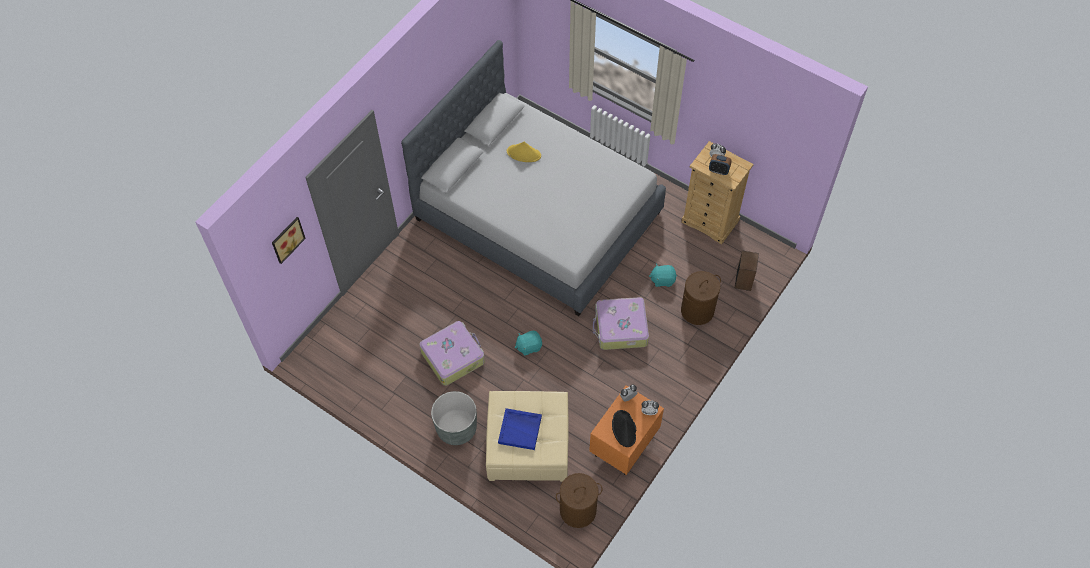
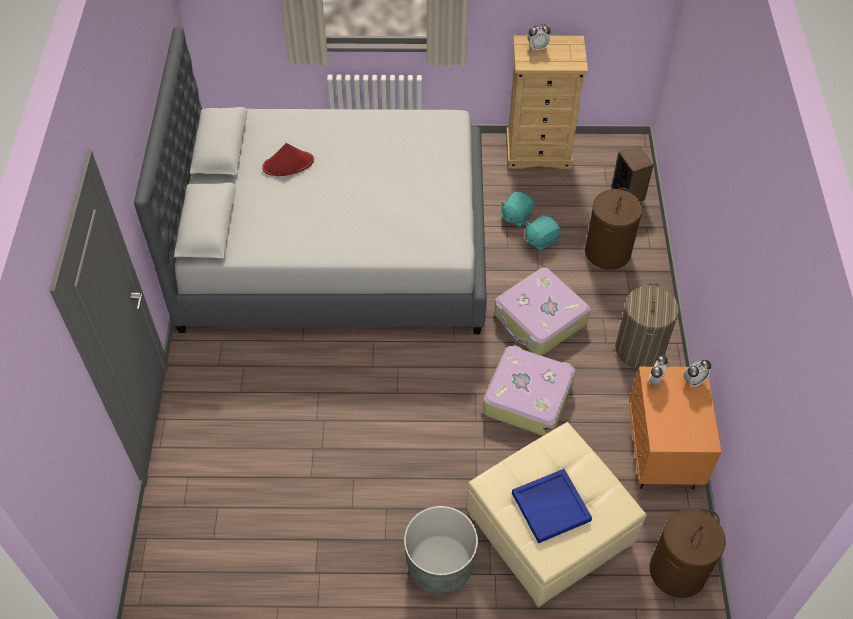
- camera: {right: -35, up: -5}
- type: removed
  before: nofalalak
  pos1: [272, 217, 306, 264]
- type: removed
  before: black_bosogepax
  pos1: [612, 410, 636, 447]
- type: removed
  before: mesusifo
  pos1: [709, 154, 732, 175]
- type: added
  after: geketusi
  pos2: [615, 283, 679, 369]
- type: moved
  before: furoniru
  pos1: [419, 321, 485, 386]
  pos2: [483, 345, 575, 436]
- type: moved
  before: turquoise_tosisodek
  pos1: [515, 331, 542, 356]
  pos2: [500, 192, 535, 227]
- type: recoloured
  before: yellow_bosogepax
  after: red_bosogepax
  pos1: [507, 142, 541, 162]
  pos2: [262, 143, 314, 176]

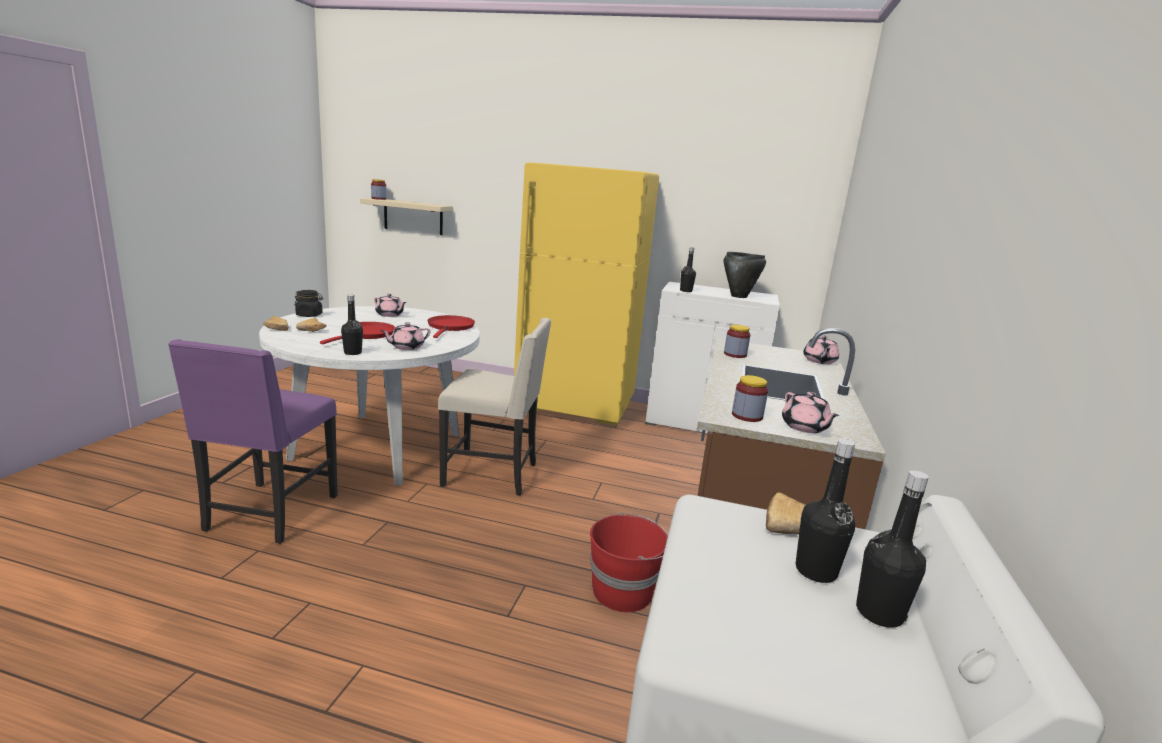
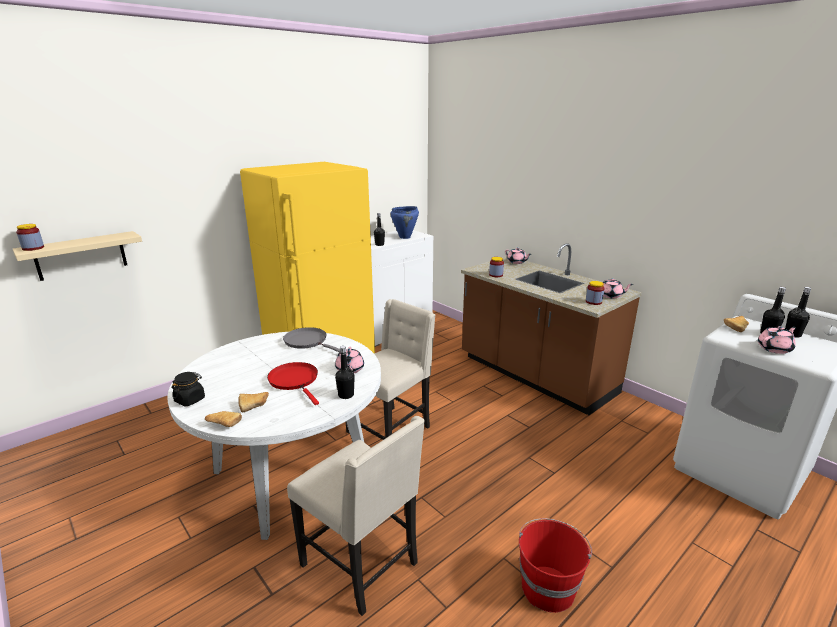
- camera: {right: -55, up: 5}
- type: moved
  before: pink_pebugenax
  pos1: [374, 294, 407, 317]
  pos2: [758, 326, 796, 354]
- type: moved
  before: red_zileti
  pos1: [590, 512, 668, 612]
  pos2: [519, 518, 592, 613]
- type: recoloured
  before: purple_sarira
  after: beige_sarira
  pos1: [168, 339, 338, 544]
  pos2: [287, 416, 425, 616]
- type: recoloured
  before: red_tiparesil
  after: grey_tiparesil
  pos1: [428, 315, 475, 338]
  pos2: [283, 327, 340, 352]
- type: recoloured
  before: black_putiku
  after: blue_putiku
  pos1: [724, 252, 766, 298]
  pos2: [390, 206, 419, 239]

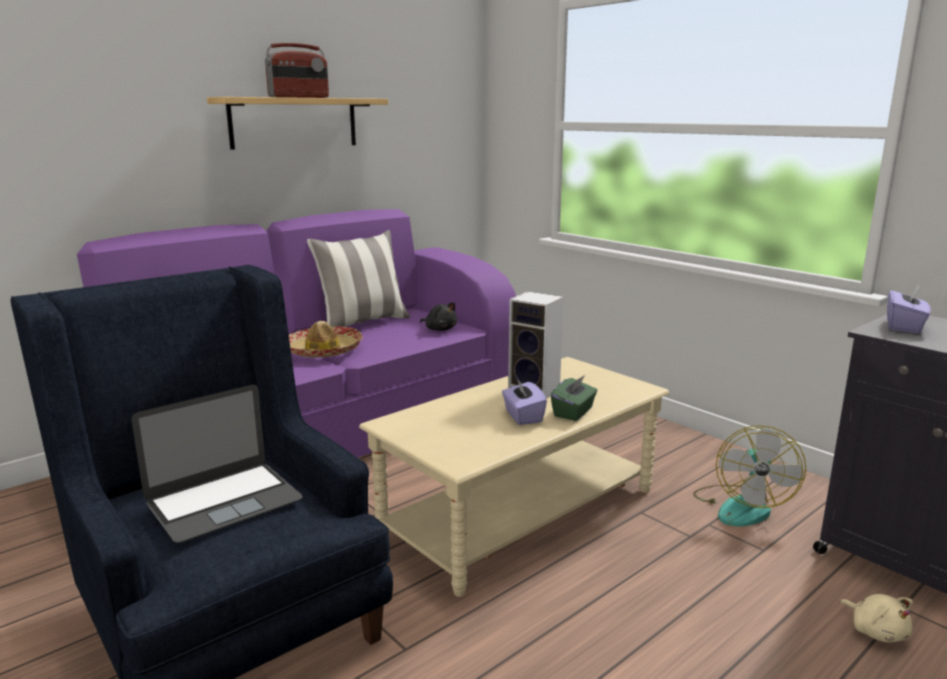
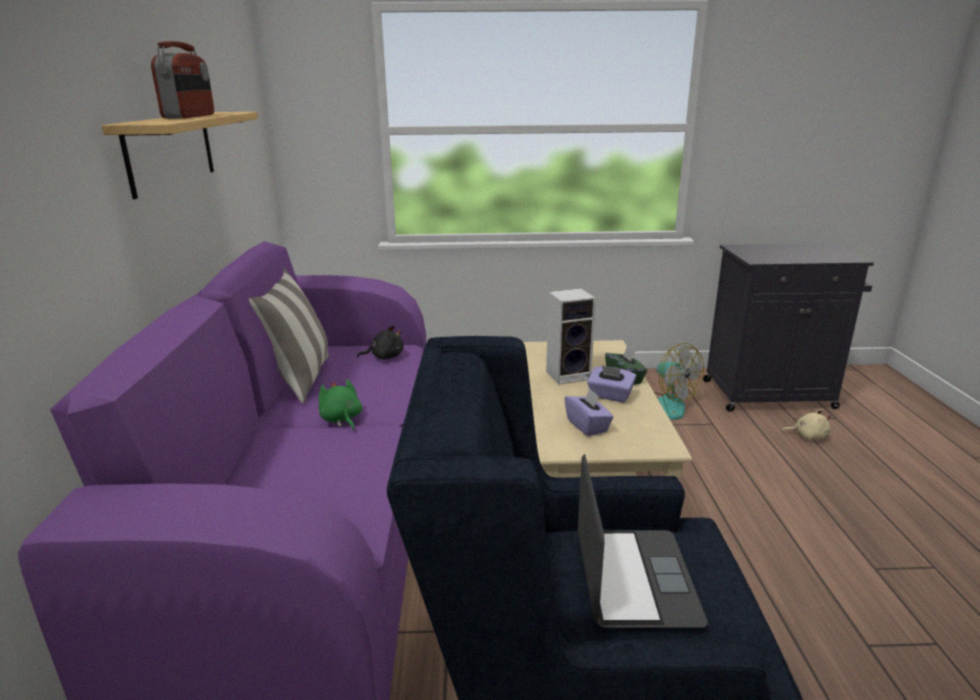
- camera: {right: -50, up: 5}
- type: moved
  before: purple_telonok
  pos1: [887, 284, 931, 333]
  pos2: [564, 388, 614, 436]
- type: replaced
  before: bosogepax
  after: green_tosisodek
  pos1: [289, 321, 363, 358]
  pos2: [319, 379, 362, 431]

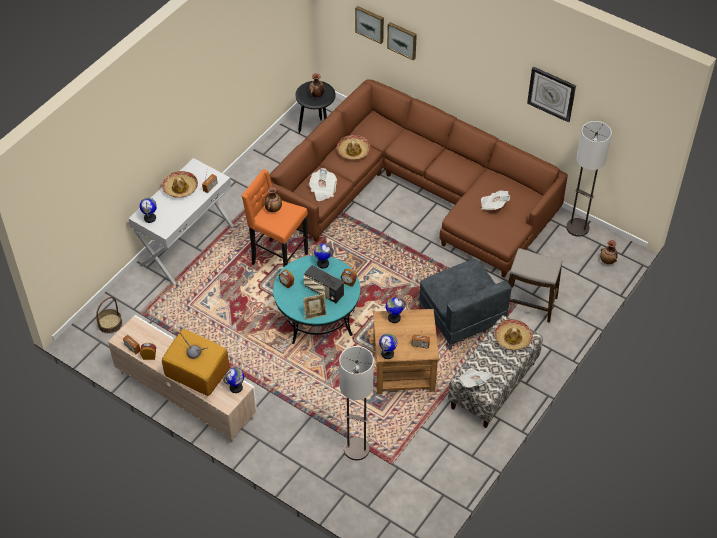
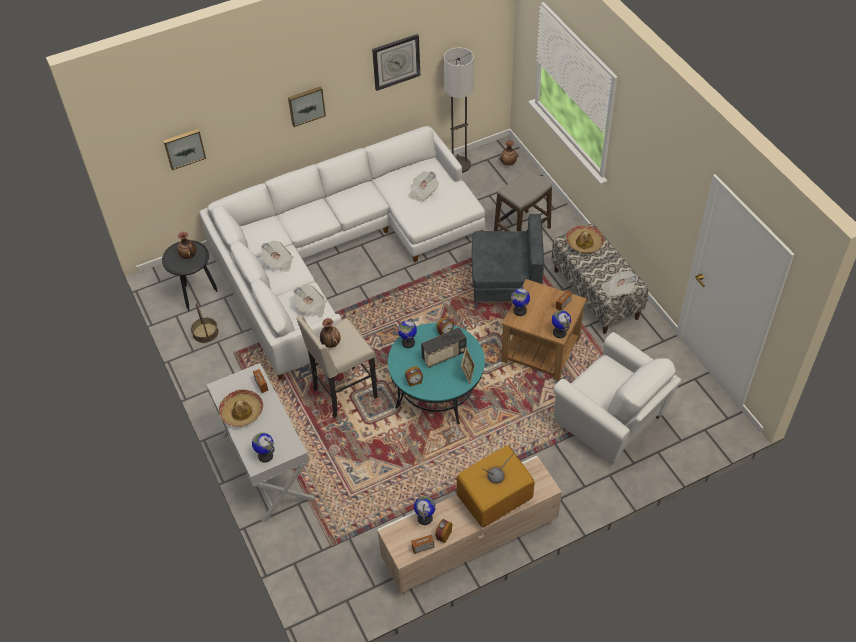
- camera: {right: -60, up: 0}
- type: moved
  before: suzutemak
  pos1: [96, 297, 122, 334]
  pos2: [191, 303, 219, 343]
- type: moved
  before: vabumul
  pos1: [223, 368, 244, 393]
  pos2: [414, 496, 436, 525]
- type: moved
  before: nofalalak
  pos1: [387, 22, 417, 60]
  pos2: [288, 86, 326, 127]
- type: replaced
  before: bosogepax
  after: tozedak
  pos1: [337, 135, 370, 160]
  pos2: [260, 241, 294, 272]
- type: replaced
  before: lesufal
  after: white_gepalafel
  pos1: [339, 346, 374, 460]
  pos2: [553, 332, 681, 465]
- type: recoloured
  before: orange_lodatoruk
  after: beige_lodatoruk
  pos1: [242, 169, 308, 267]
  pos2: [296, 315, 378, 418]
- type: recoloured
  before: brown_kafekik
  after: white_kafekik
  pos1: [269, 79, 568, 278]
  pos2: [200, 126, 485, 380]

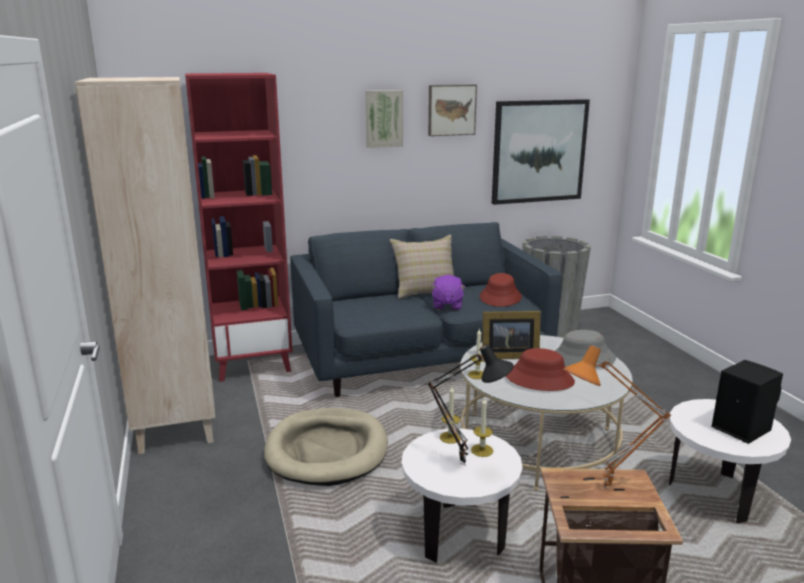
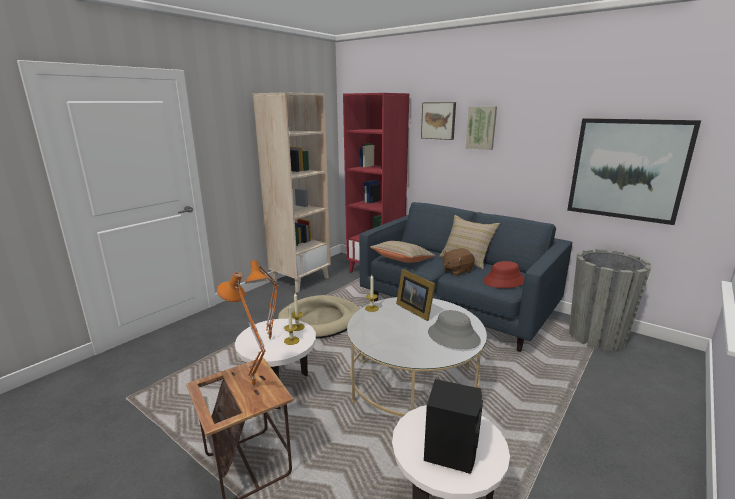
- camera: {right: 55, up: 0}
- type: removed
  before: red_bosogepax
  pos1: [506, 348, 575, 391]
- type: added
  after: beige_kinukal
  pos2: [370, 241, 436, 263]
- type: moved
  before: nofalalak
  pos1: [428, 85, 477, 136]
  pos2: [421, 102, 456, 140]
- type: recoloured
  before: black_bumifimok
  after: orange_bumifimok
  pos1: [427, 344, 514, 466]
  pos2: [245, 260, 279, 341]
- type: recoloured
  before: purple_tosisodek
  after: brown_tosisodek
  pos1: [431, 275, 465, 310]
  pos2: [443, 248, 475, 276]

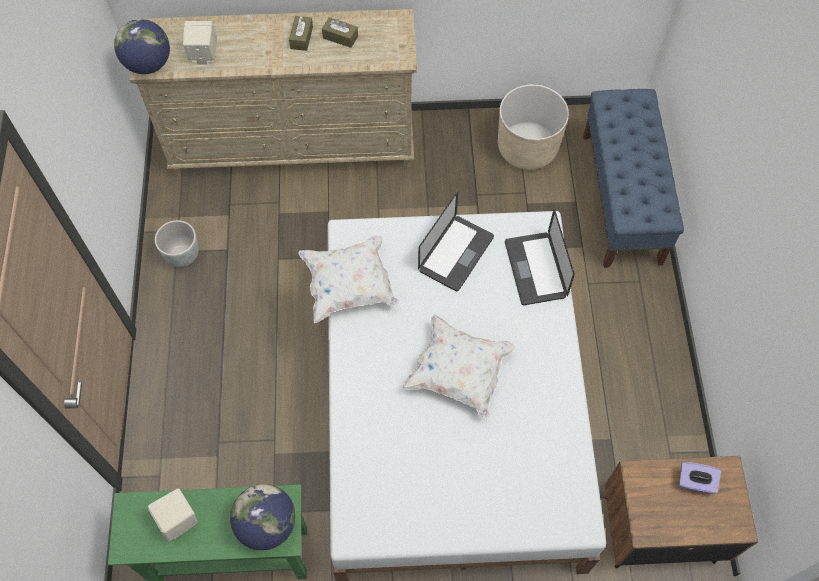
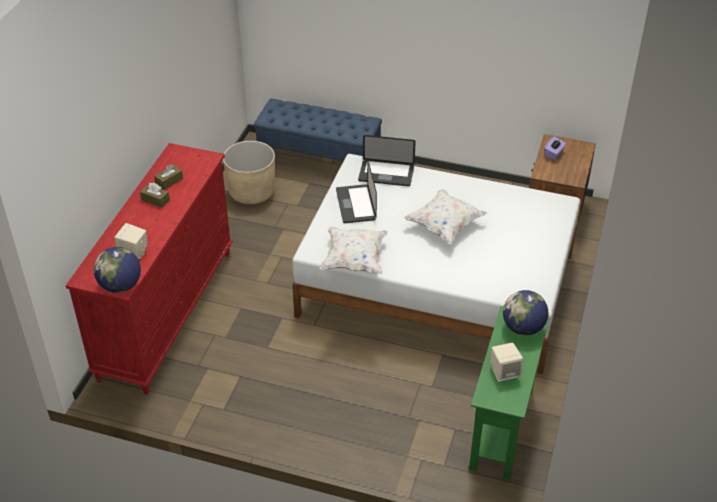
- camera: {right: -70, up: -20}
- type: removed
  before: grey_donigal
  pos1: [155, 220, 199, 267]
- type: recoloured
  before: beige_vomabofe
  after: red_vomabofe
  pos1: [129, 9, 417, 177]
  pos2: [66, 143, 233, 395]
- type: turned
  before: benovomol
  pos1: [418, 192, 494, 292]
  pos2: [336, 159, 377, 223]
  turn: -150

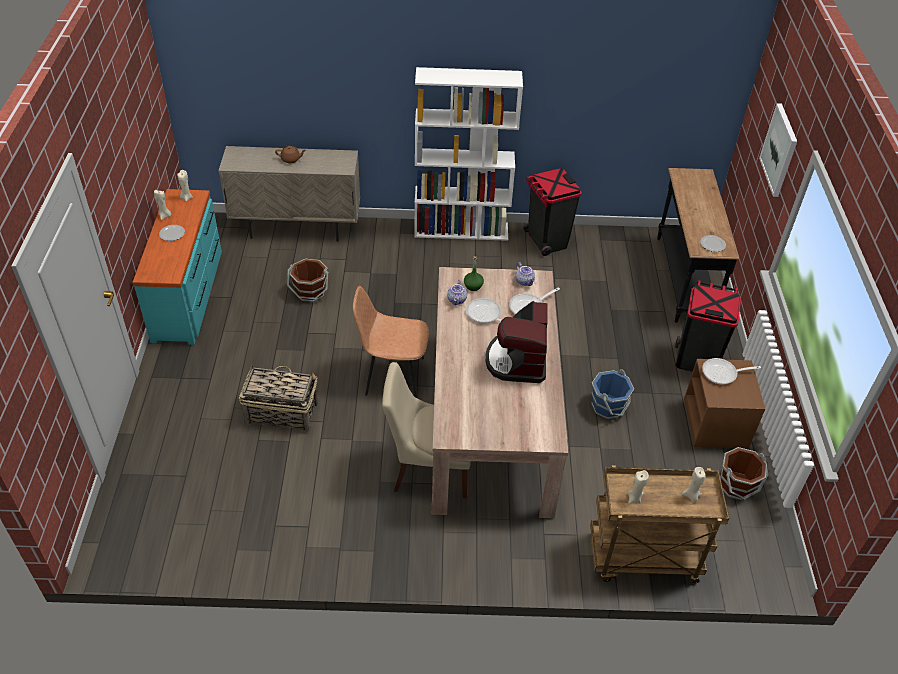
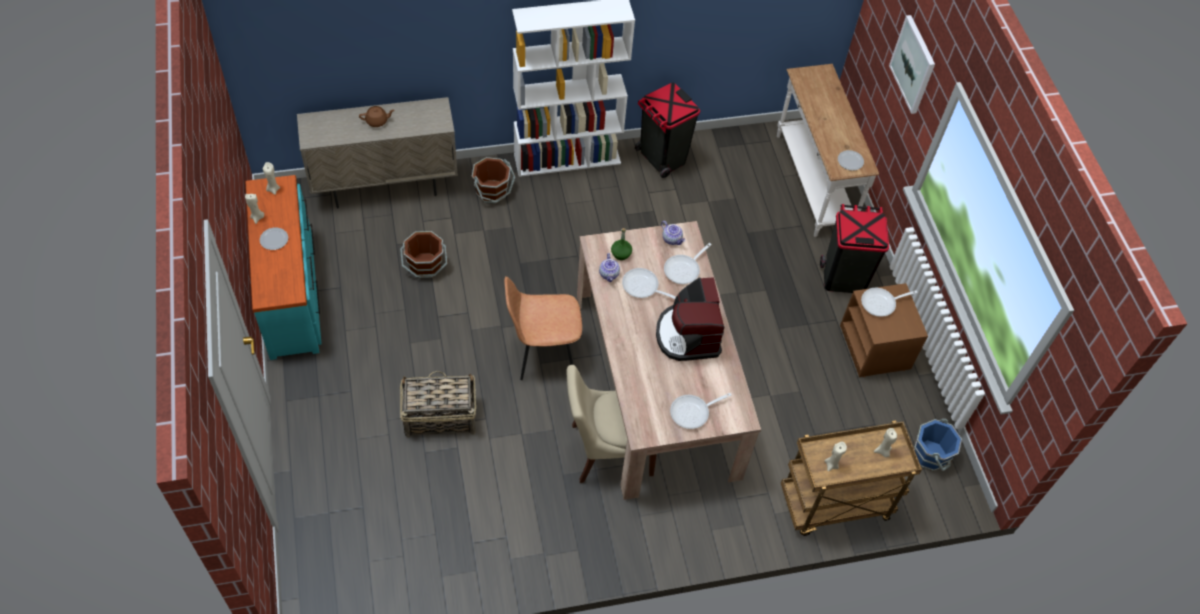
- camera: {right: -15, up: 10}
- type: added
  after: tiparesil
  pos2: [670, 393, 731, 429]
- type: moved
  before: blue_zileti
  pos1: [592, 370, 634, 419]
  pos2: [914, 419, 962, 471]
- type: moved
  before: brown_zileti
  pos1: [720, 447, 768, 500]
  pos2: [472, 157, 515, 203]
- type: recoloured
  before: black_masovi
  after: white_masovi
  pos1: [657, 168, 739, 323]
  pos2: [777, 64, 879, 237]

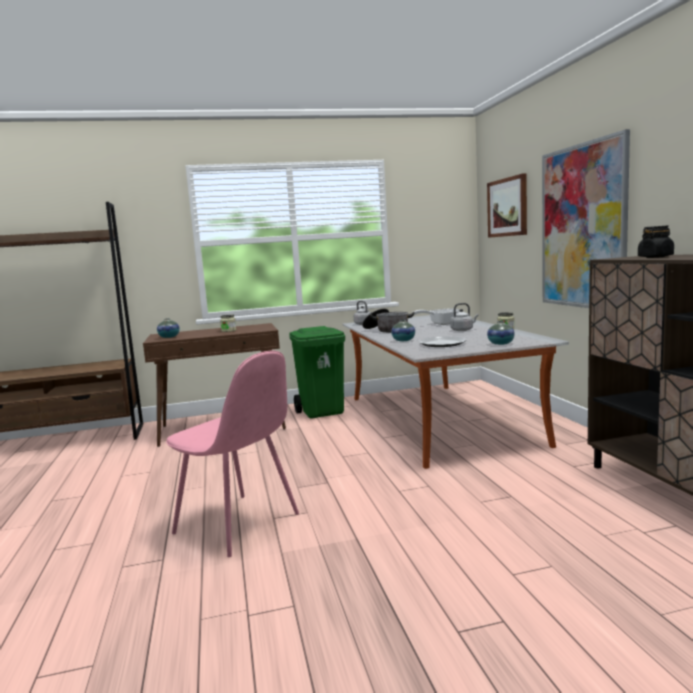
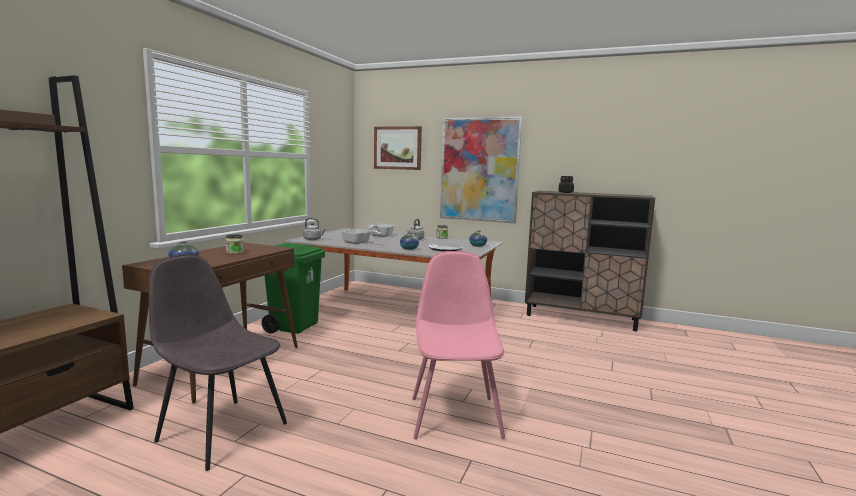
- camera: {right: -55, up: 0}
- type: added
  after: grey_sarira
  pos2: [149, 254, 287, 471]
- type: replaced
  before: putiku
  after: tiparesil
  pos1: [362, 308, 415, 333]
  pos2: [341, 229, 381, 244]
- type: turned
  before: pink_sarira
  pos1: [166, 351, 299, 557]
  pos2: [412, 251, 505, 439]
  turn: -75

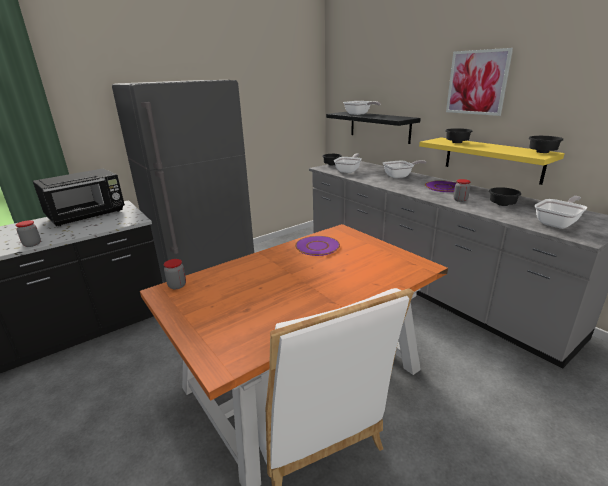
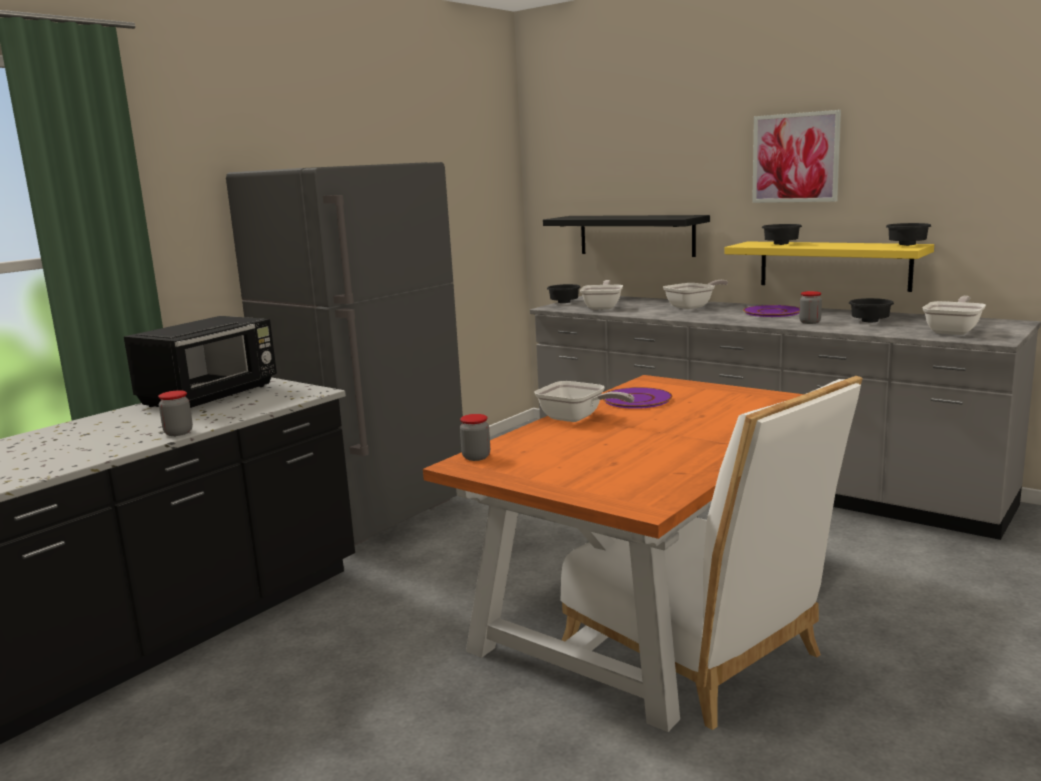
- camera: {right: -15, up: -10}
- type: moved
  before: tiparesil
  pos1: [343, 101, 381, 115]
  pos2: [535, 381, 634, 422]

